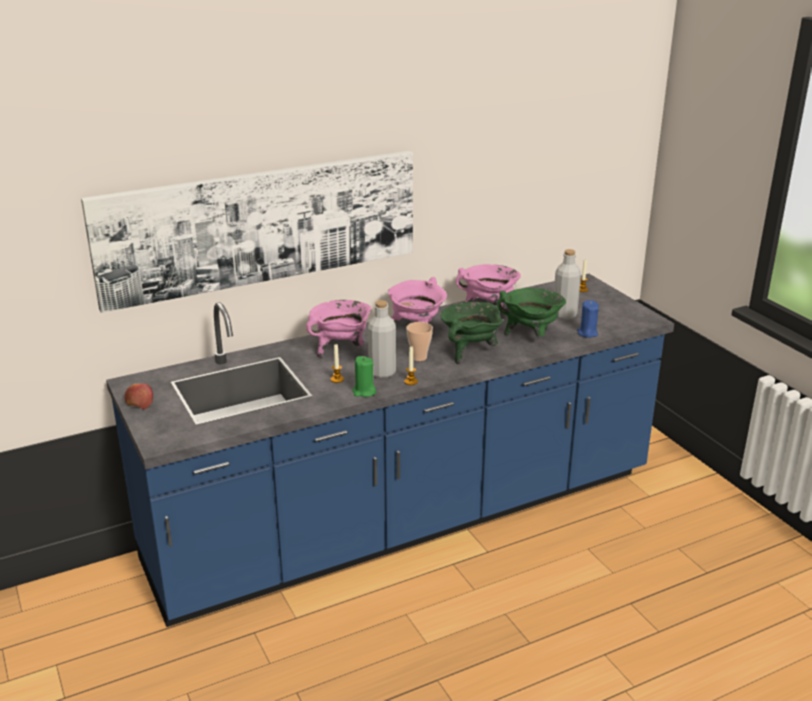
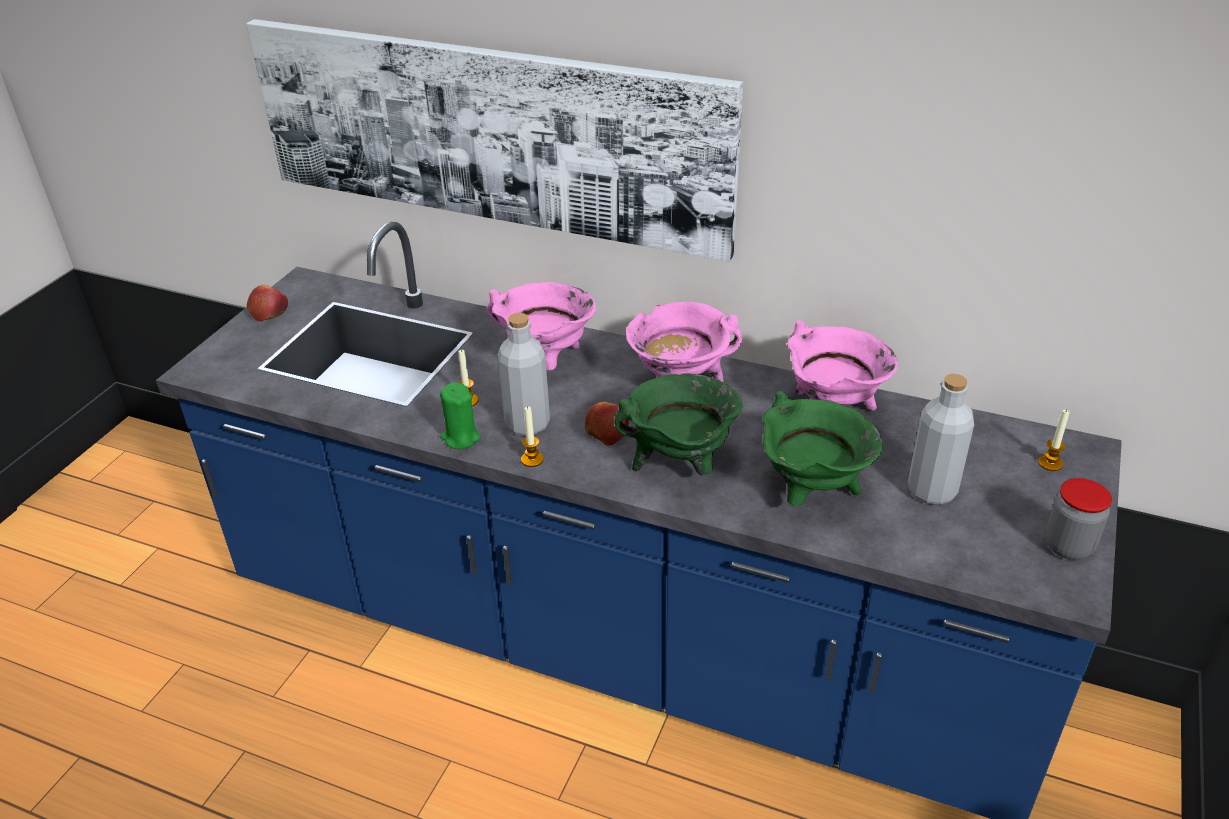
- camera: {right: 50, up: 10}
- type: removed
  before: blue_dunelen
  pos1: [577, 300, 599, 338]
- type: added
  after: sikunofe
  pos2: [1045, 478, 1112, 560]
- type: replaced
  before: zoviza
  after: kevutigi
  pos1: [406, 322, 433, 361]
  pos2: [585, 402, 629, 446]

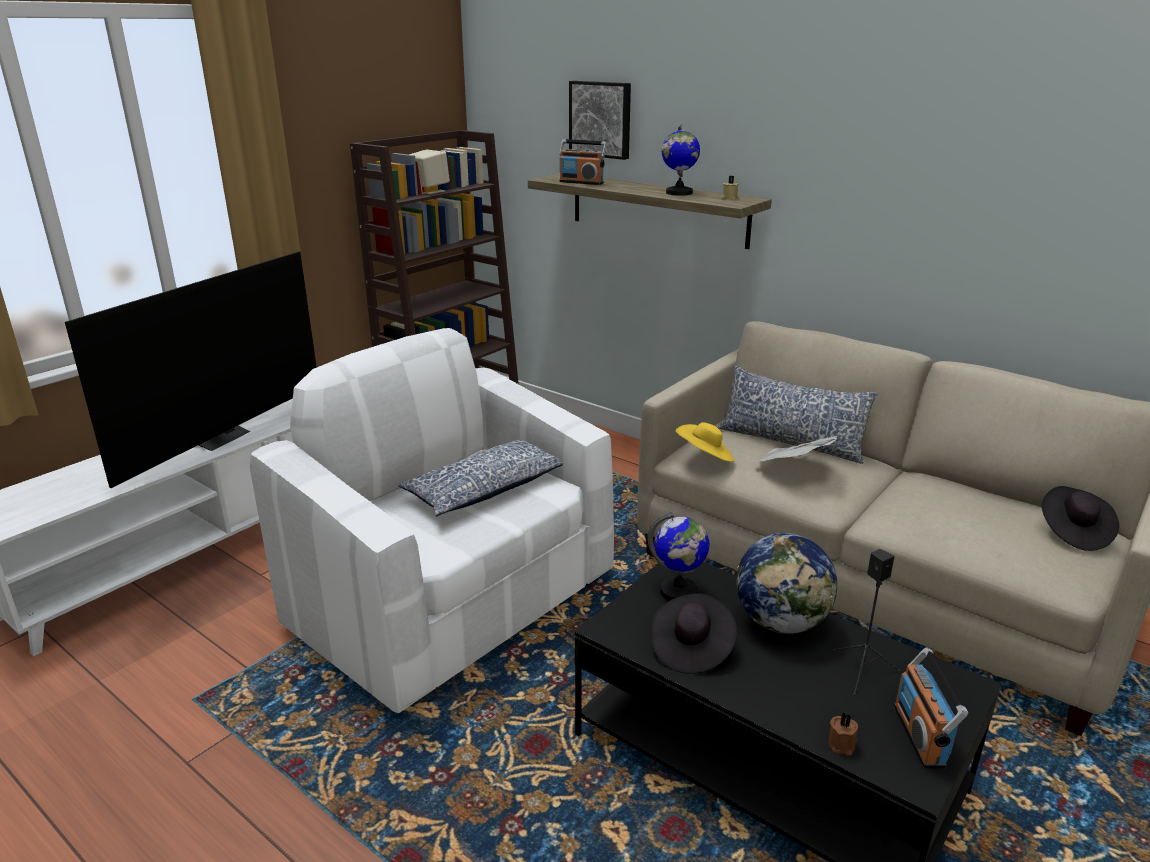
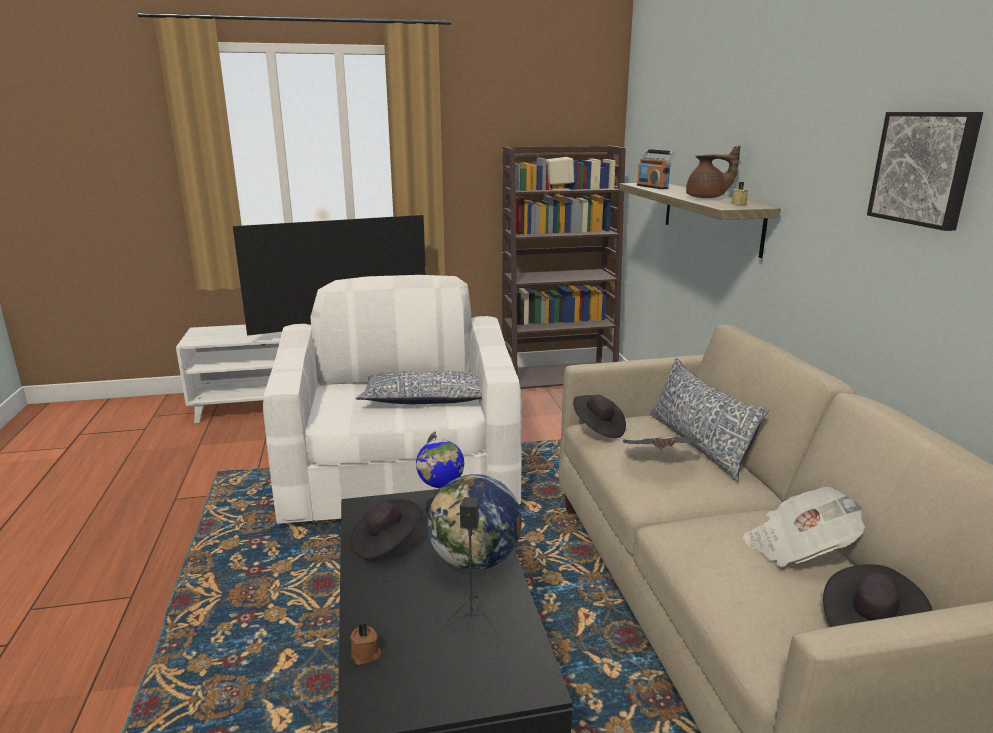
- camera: {right: 40, up: -5}
- type: removed
  before: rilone
  pos1: [894, 647, 968, 769]
- type: added
  after: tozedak
  pos2: [743, 487, 865, 567]
- type: moved
  before: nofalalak
  pos1: [569, 81, 631, 160]
  pos2: [867, 112, 983, 231]
- type: replaced
  before: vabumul
  after: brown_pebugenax
  pos1: [662, 125, 700, 196]
  pos2: [686, 145, 740, 198]
- type: recoloured
  before: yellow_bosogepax
  after: black_bosogepax
  pos1: [675, 422, 735, 462]
  pos2: [573, 395, 626, 438]

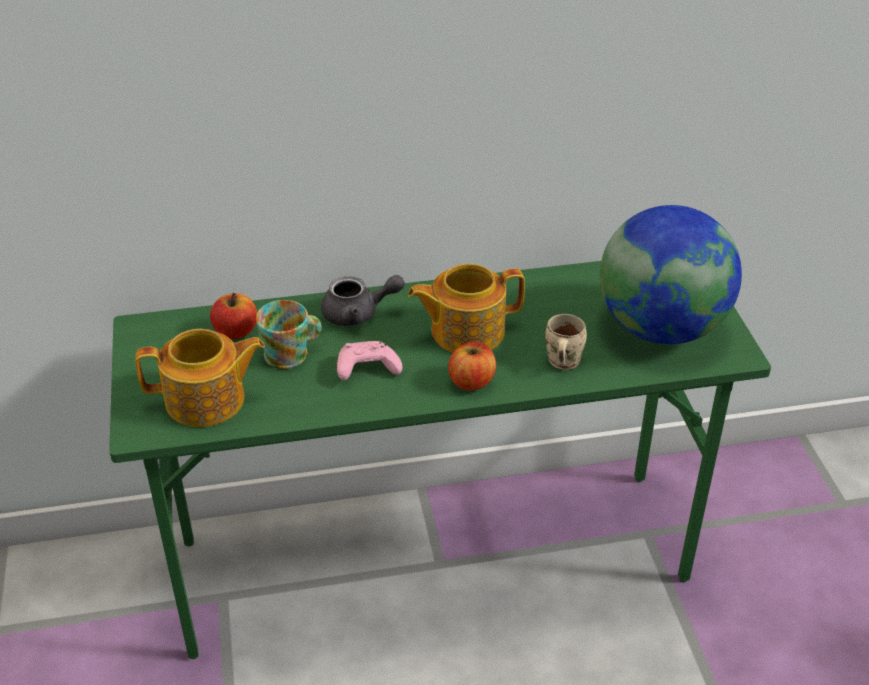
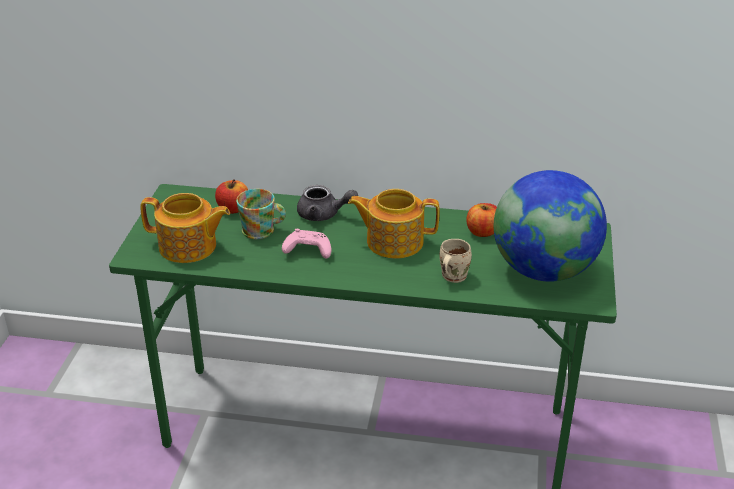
- camera: {right: 20, up: -5}
- type: moved
  before: kevutigi
  pos1: [448, 342, 496, 391]
  pos2: [466, 203, 497, 237]

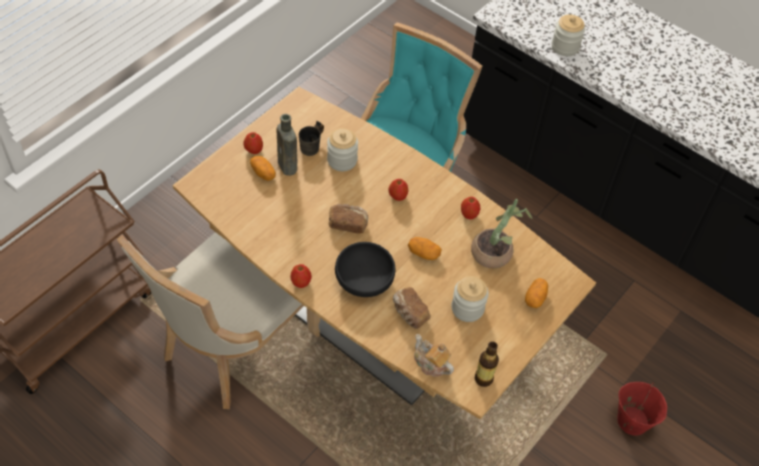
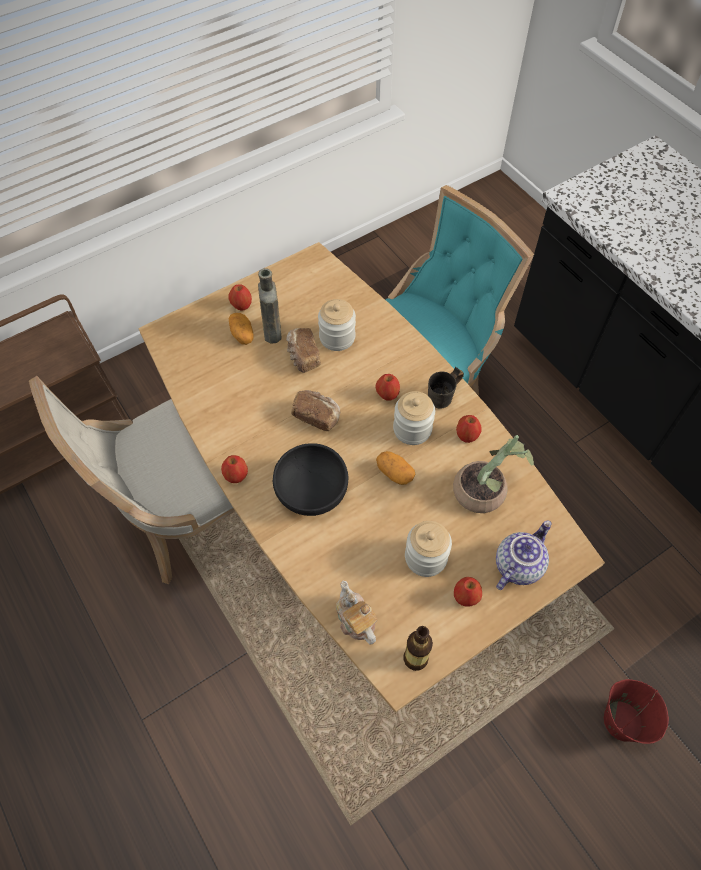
- camera: {right: 20, up: 5}
- type: added
  after: kevutigi
  pos2: [454, 577, 482, 607]
- type: moved
  before: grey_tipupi
  pos1: [299, 121, 324, 156]
  pos2: [428, 367, 464, 409]
- type: moved
  before: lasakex
  pos1: [393, 287, 431, 329]
  pos2: [286, 328, 321, 373]
- type: moved
  before: sikunofe
  pos1: [552, 15, 585, 56]
  pos2: [393, 391, 435, 445]
- type: replaced
  before: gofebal
  after: pebugenax
  pos1: [525, 278, 548, 308]
  pos2: [496, 521, 551, 590]

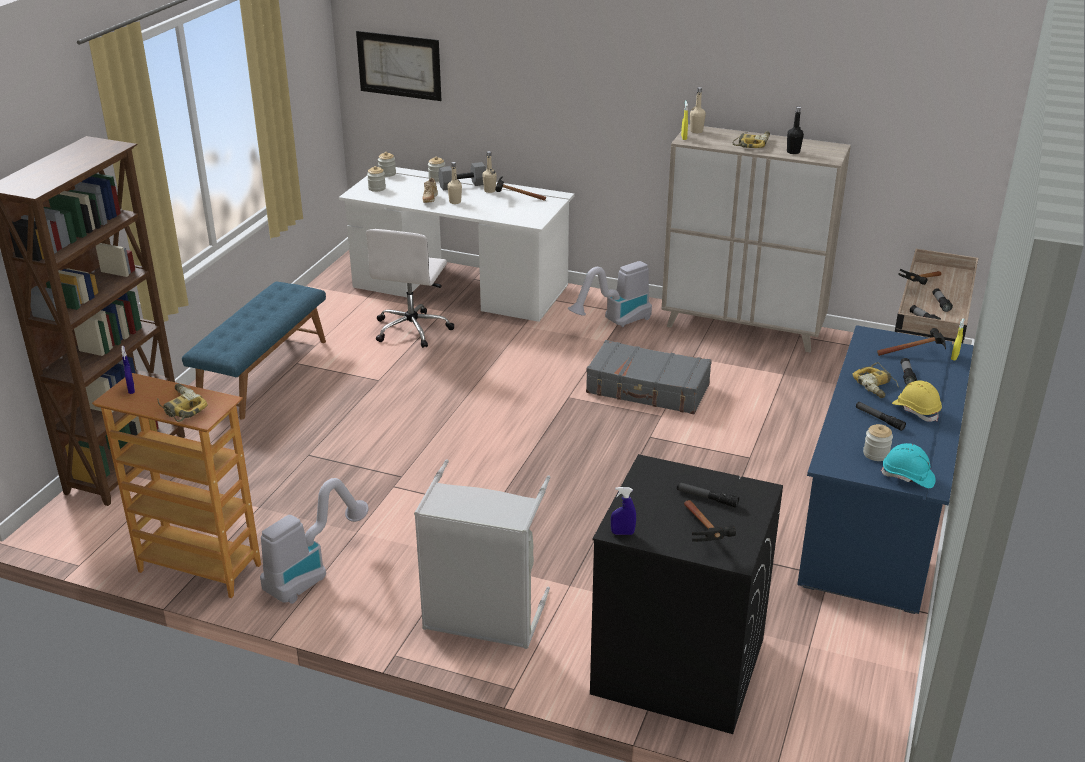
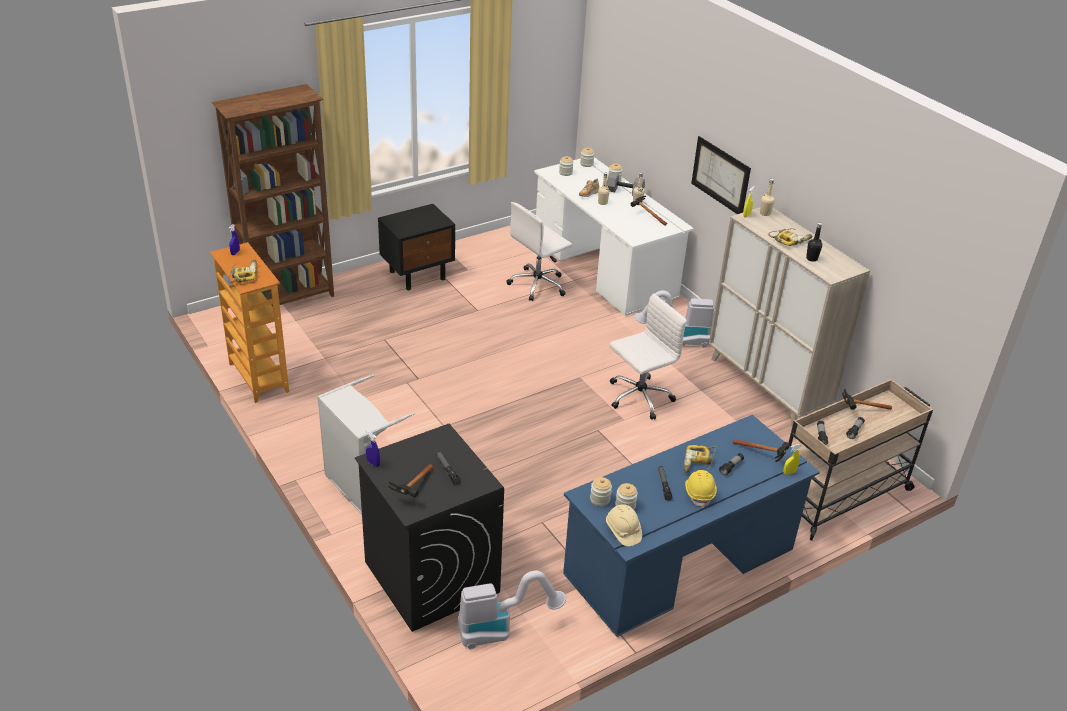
- camera: {right: 35, up: 5}
- type: added
  after: sikunofe
  pos2: [590, 477, 612, 506]
- type: moved
  before: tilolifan
  pos1: [260, 478, 369, 604]
  pos2: [458, 571, 566, 649]
- type: moved
  before: nofalalak
  pos1: [356, 31, 441, 101]
  pos2: [691, 136, 751, 214]
- type: replaced
  before: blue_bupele
  after: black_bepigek
  pos1: [182, 282, 326, 419]
  pos2: [378, 204, 455, 290]
- type: replaced
  before: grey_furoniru
  after: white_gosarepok
  pos1: [586, 340, 712, 414]
  pos2: [609, 293, 687, 420]
- type: recoloured
  before: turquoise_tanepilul
  after: beige_tanepilul
  pos1: [880, 443, 936, 489]
  pos2: [606, 505, 642, 546]

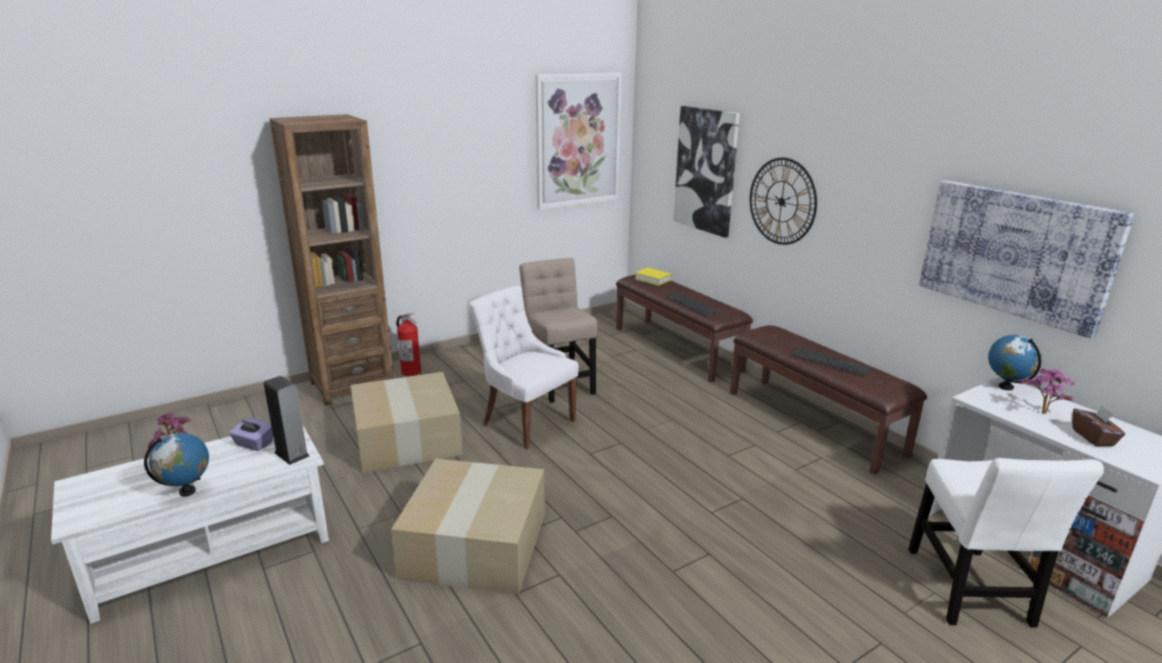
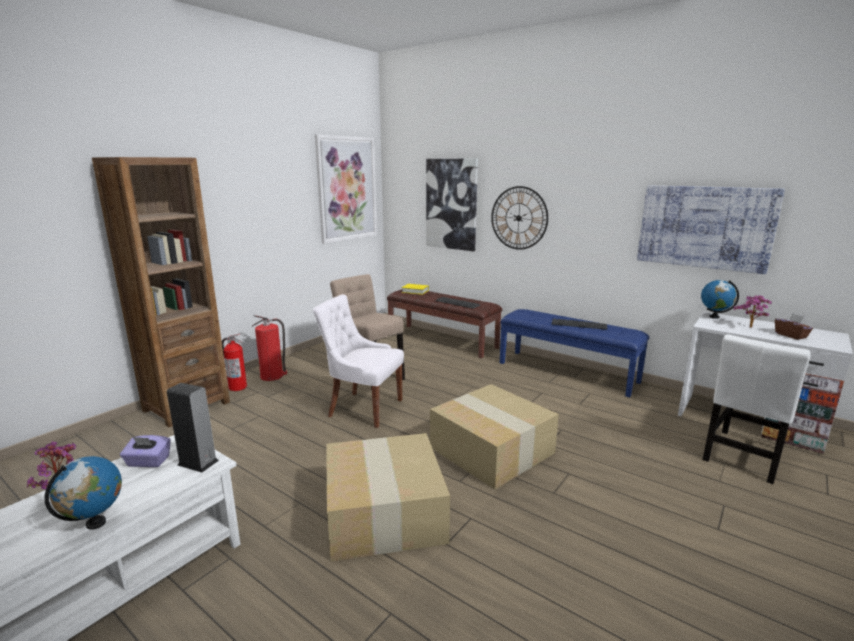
- camera: {right: -20, up: -5}
- type: added
  after: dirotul
  pos2: [252, 315, 287, 381]
- type: moved
  before: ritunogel
  pos1: [351, 372, 463, 473]
  pos2: [430, 384, 559, 489]
- type: recoloured
  before: brown_bupele
  after: blue_bupele
  pos1: [730, 325, 927, 475]
  pos2: [500, 309, 649, 397]
- type: turned
  before: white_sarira
  pos1: [908, 458, 1104, 628]
  pos2: [703, 334, 811, 484]
  turn: 60

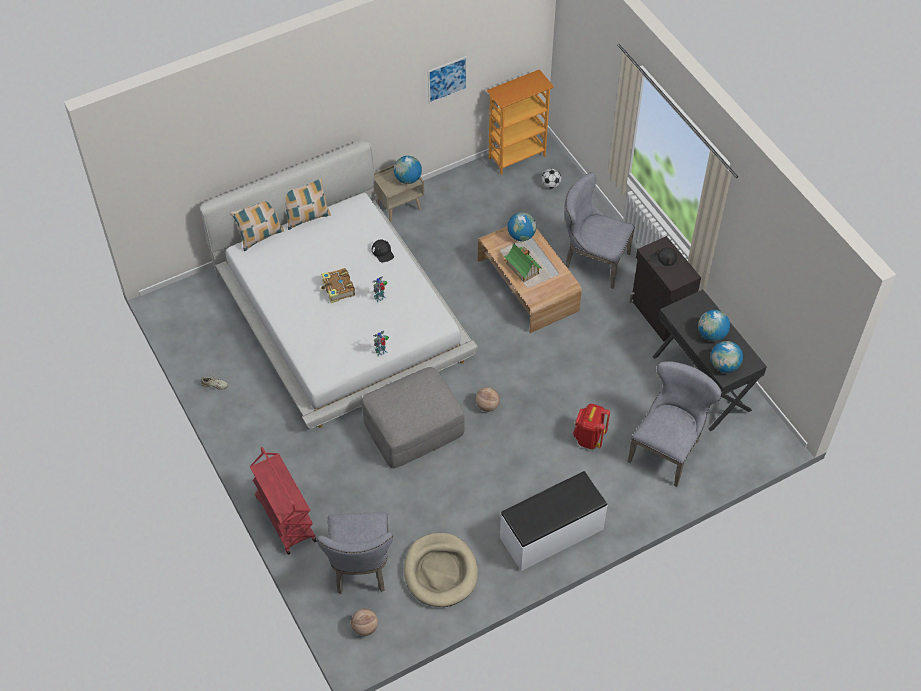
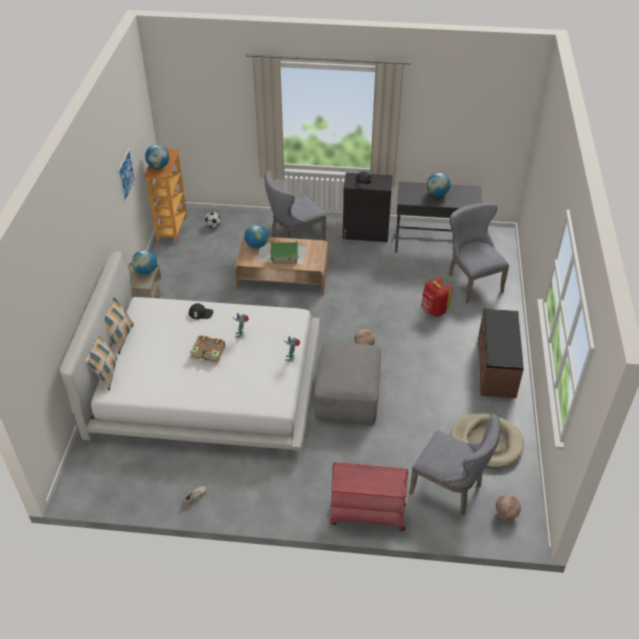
- camera: {right: -55, up: -10}
- type: moved
  before: vabumul
  pos1: [711, 341, 743, 373]
  pos2: [145, 144, 169, 169]
- type: recoloured
  before: white_bupele
  after: brown_bupele
  pos1: [500, 471, 608, 571]
  pos2: [478, 309, 524, 398]

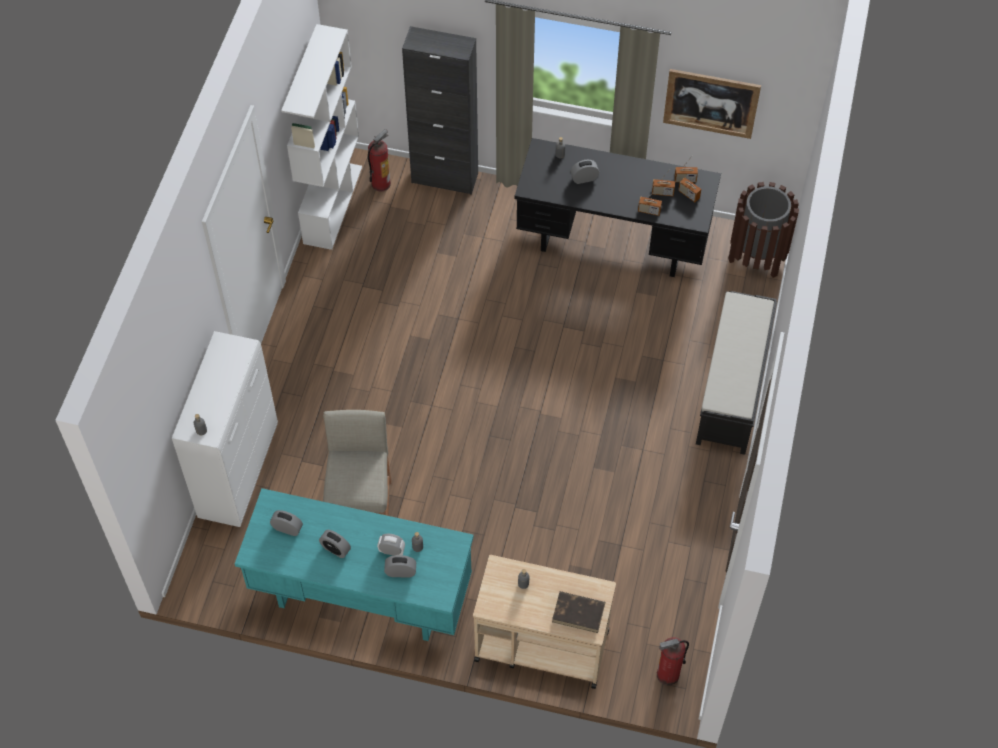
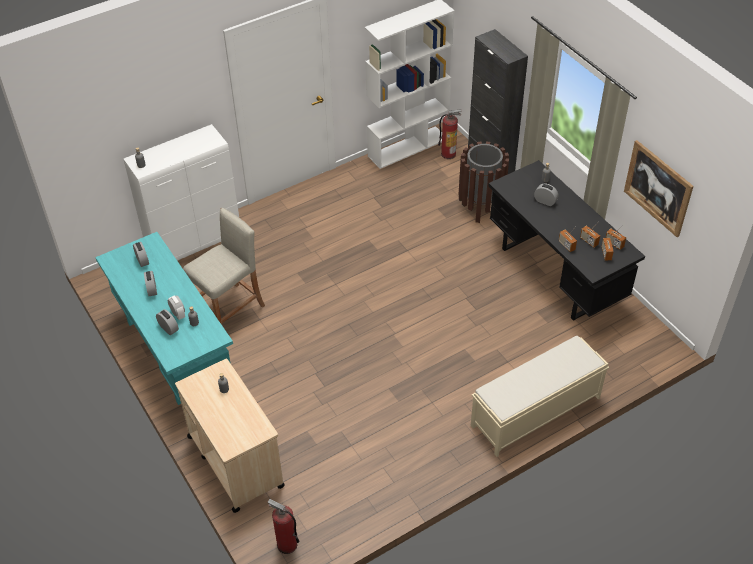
- camera: {right: 45, up: -10}
- type: removed
  before: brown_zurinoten
  pos1: [552, 591, 605, 633]
- type: moved
  before: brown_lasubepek
  pos1: [728, 182, 799, 278]
  pos2: [458, 141, 509, 223]
- type: recoloured
  before: black_bupele
  after: beige_bupele
  pos1: [696, 291, 777, 455]
  pos2: [471, 336, 609, 457]

